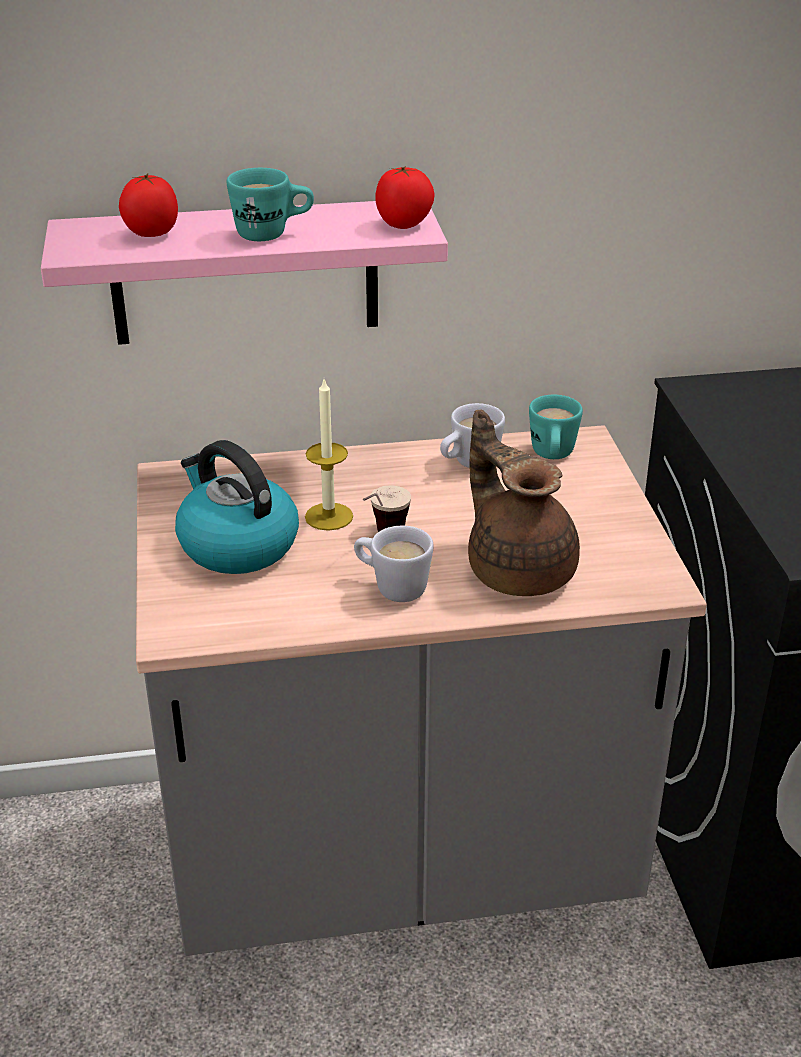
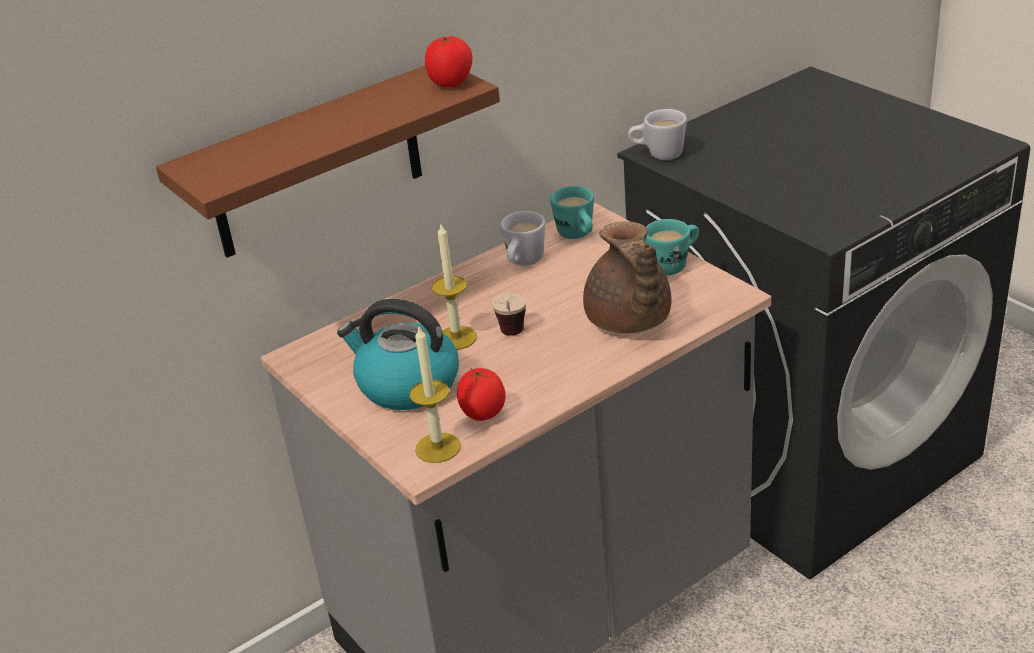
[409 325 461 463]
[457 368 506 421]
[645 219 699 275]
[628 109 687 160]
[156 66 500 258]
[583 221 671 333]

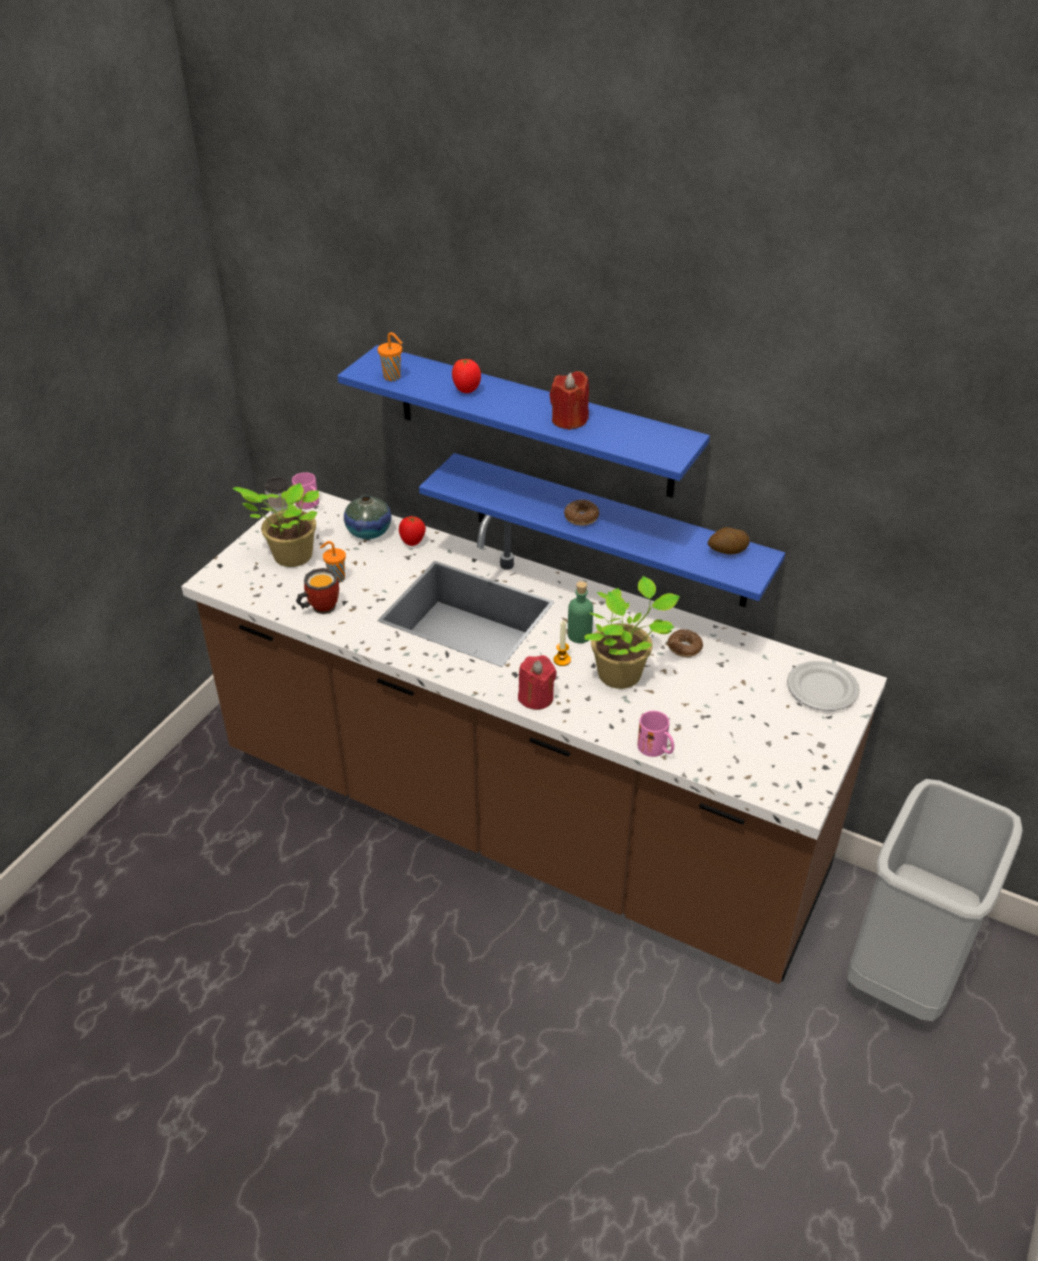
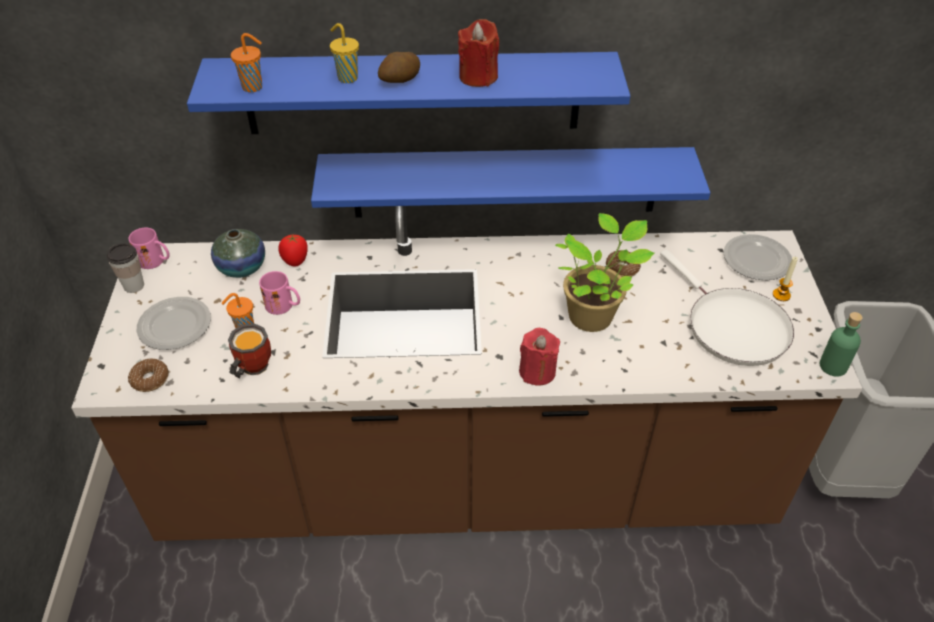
[660 250 794 366]
[773 257 798 301]
[128 358 168 392]
[820 312 863 377]
[259 271 300 315]
[378 52 420 83]
[136 297 211 350]
[330 23 359 83]

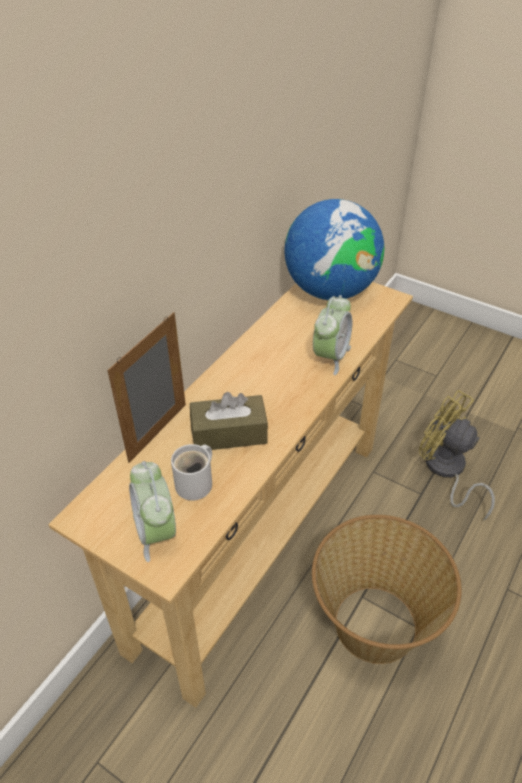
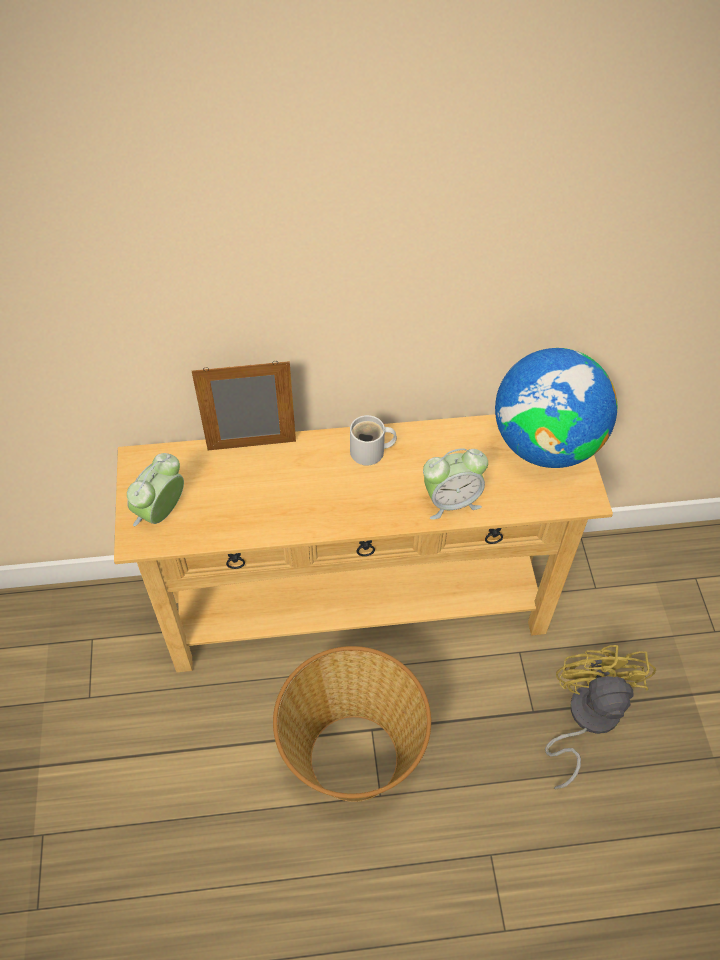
[190 392 268 450] (first image)
[350 415 397 466]

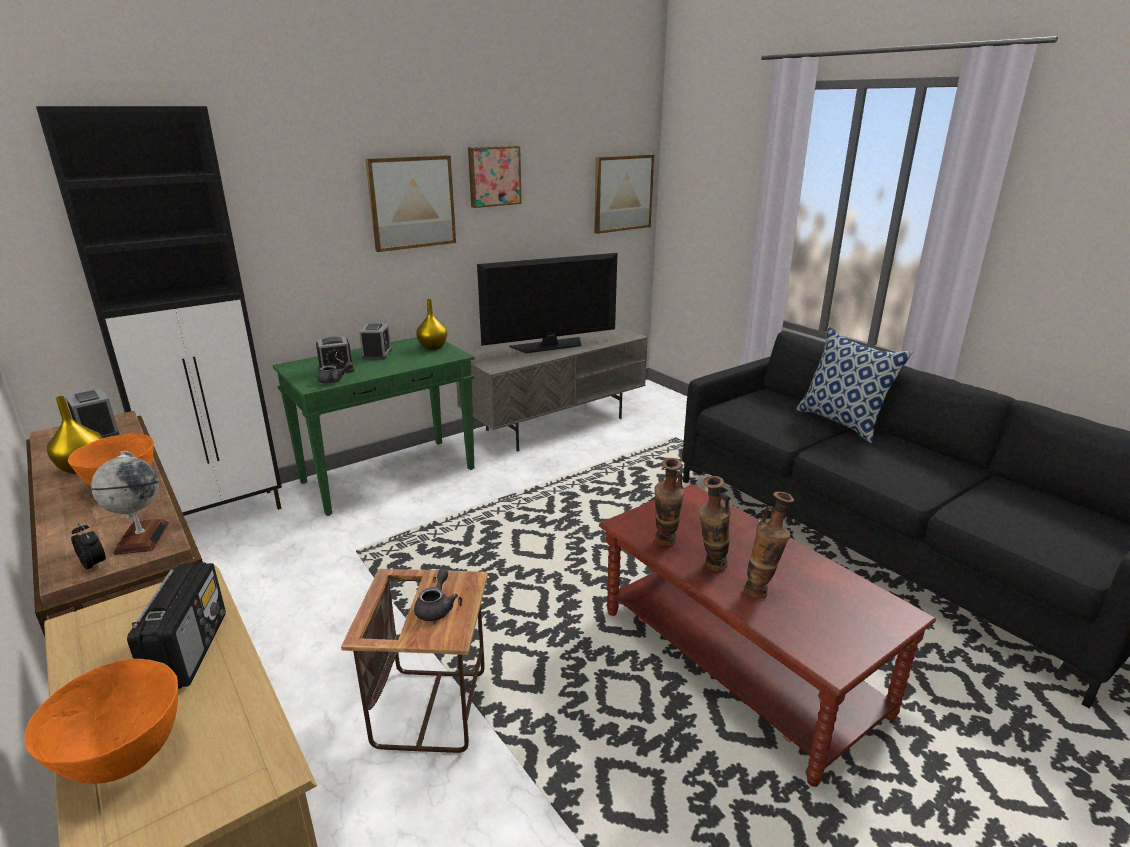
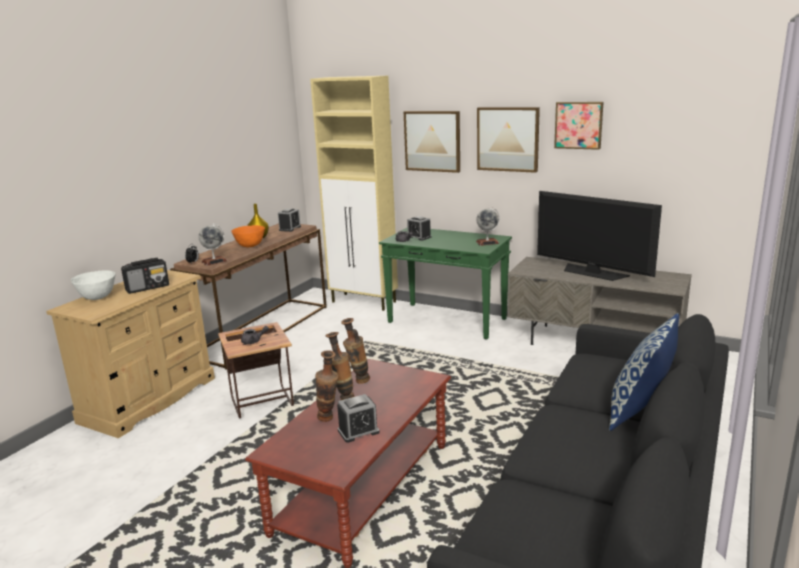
[337 394 380 443]
[404 111 460 173]
[476 207 500 246]
[71 270 115 300]
[310 76 398 311]

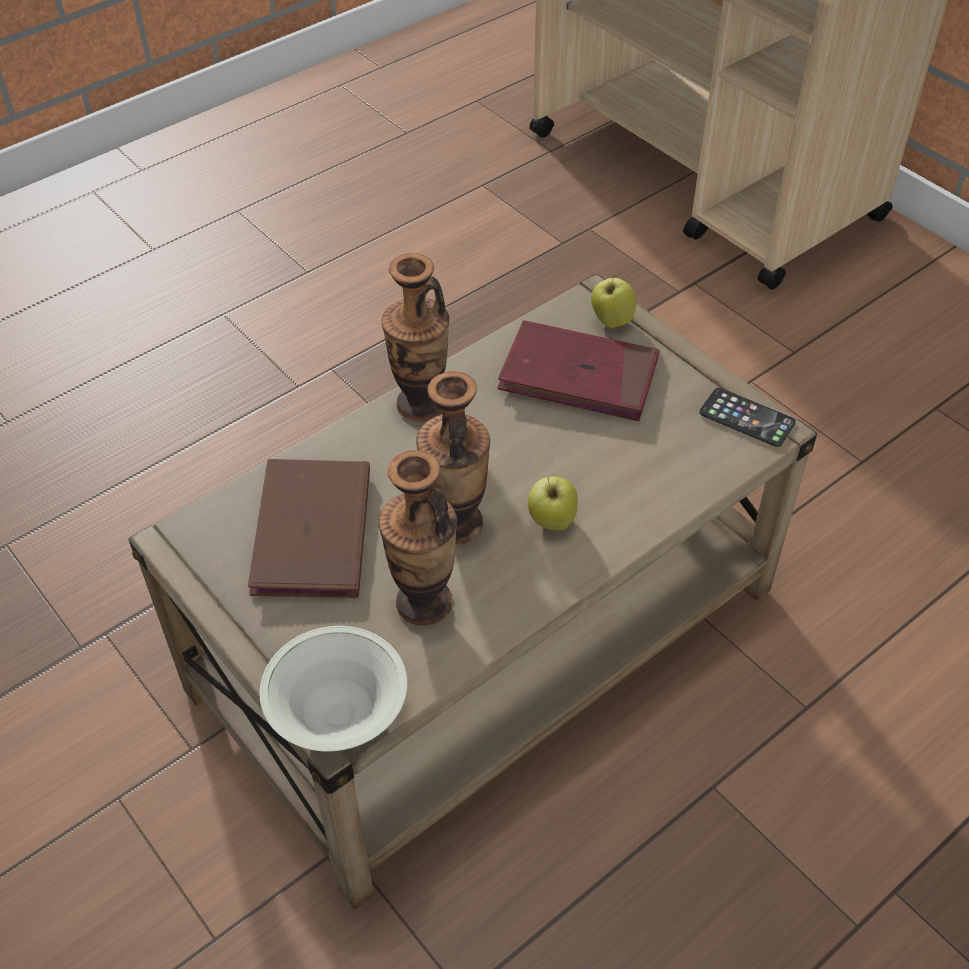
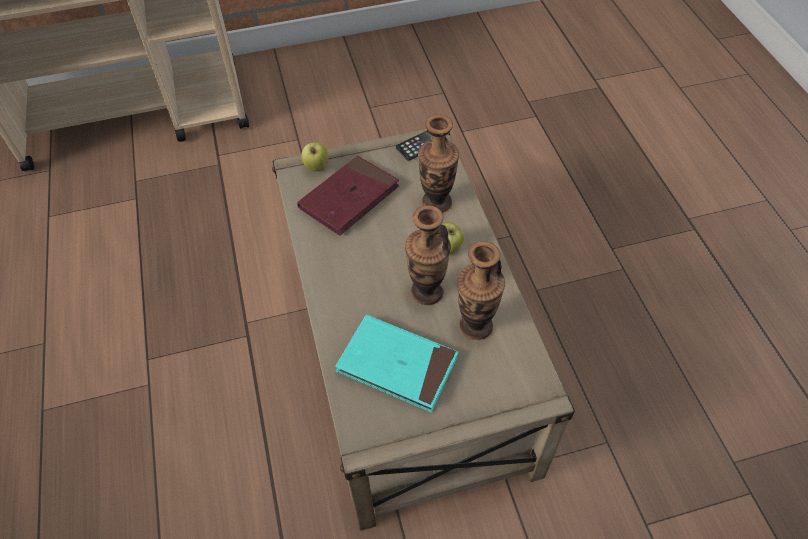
[259 626 407 751] (first image)
[418 115 459 213]
[335 315 459 412]

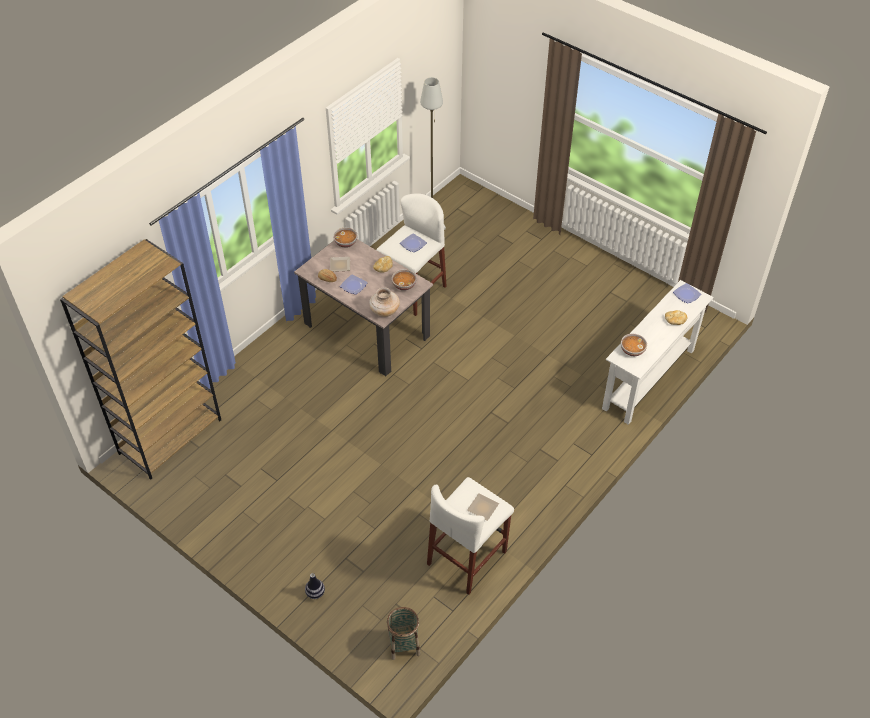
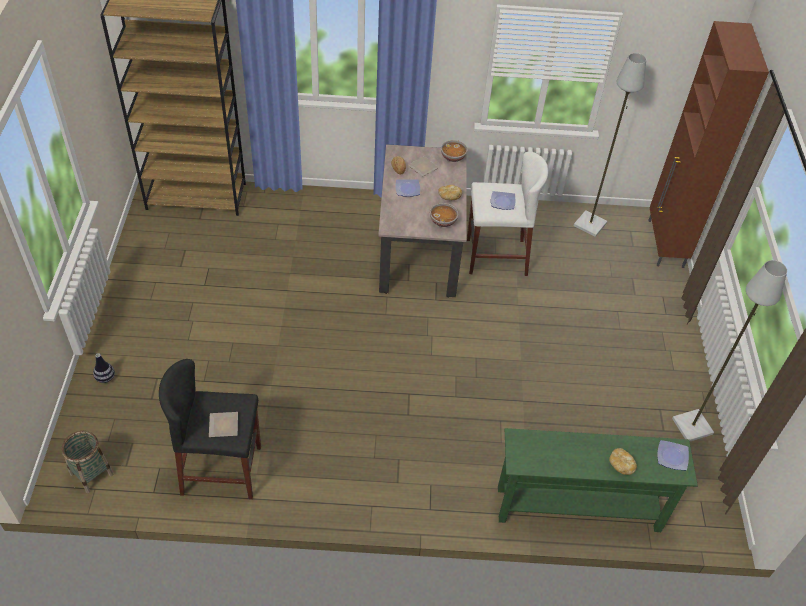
[369 287 400 317] (first image)
[621 334 647 356] (first image)
[648 21 769 268]
[672 260 787 441]
[159 359 261 499]
[498 428 698 532]

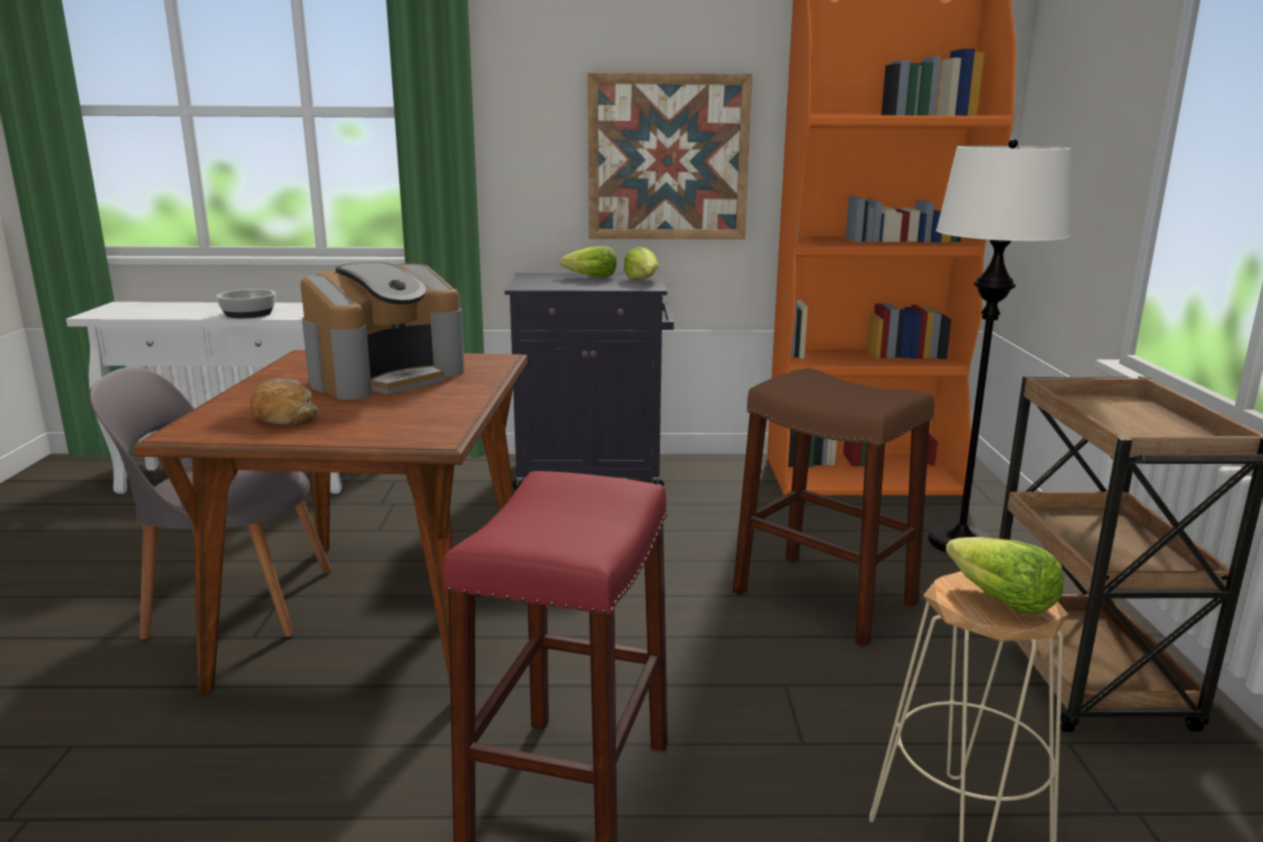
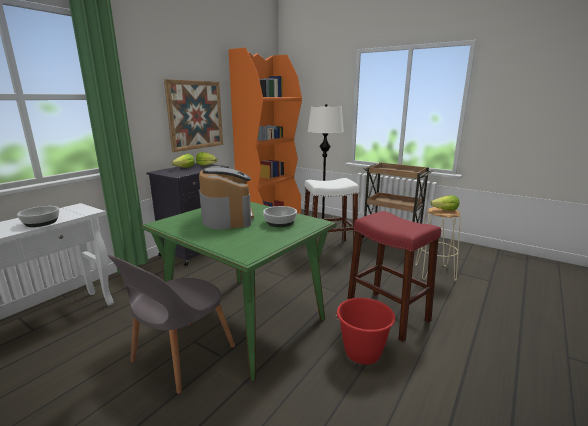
[250 378 319 426] (first image)
[263 206 297 227]
[335 298 395 365]
[141 202 336 381]
[303 178 359 245]

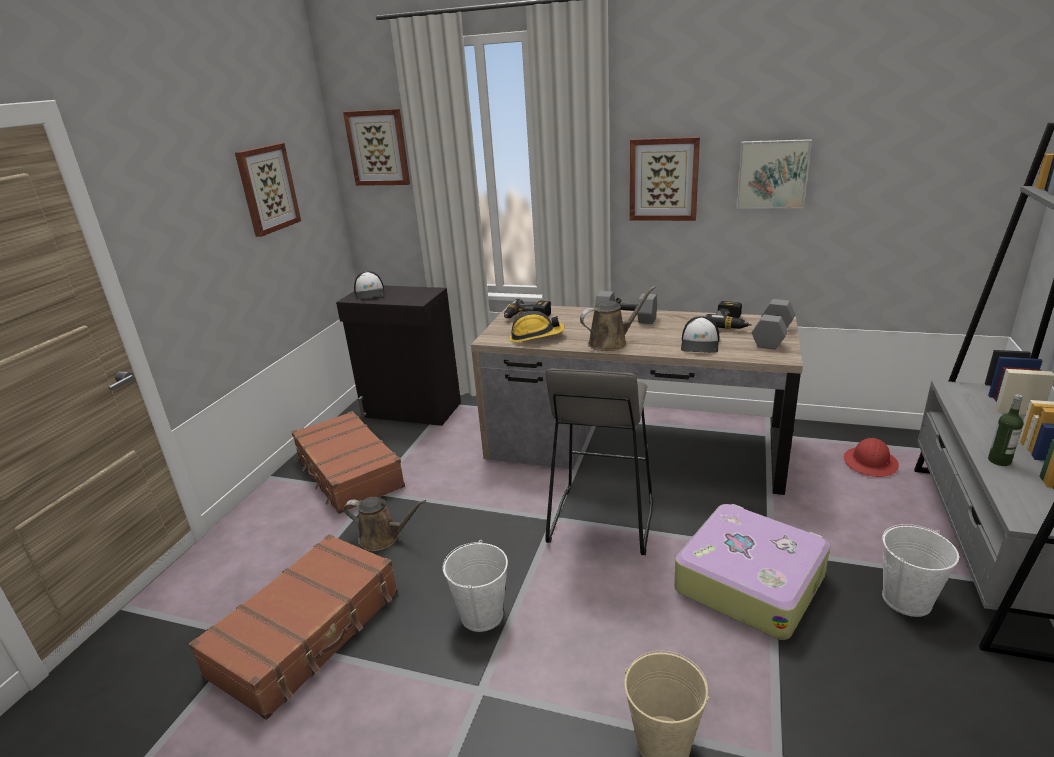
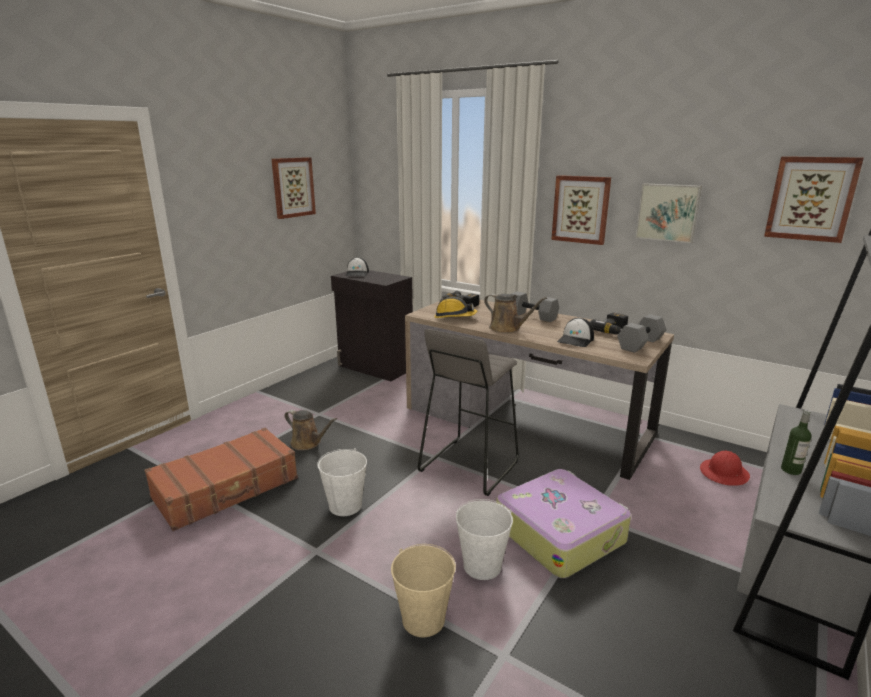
[292 411 405 514] (first image)
[764 156 864 243]
[456 499 513 580]
[484 294 547 333]

